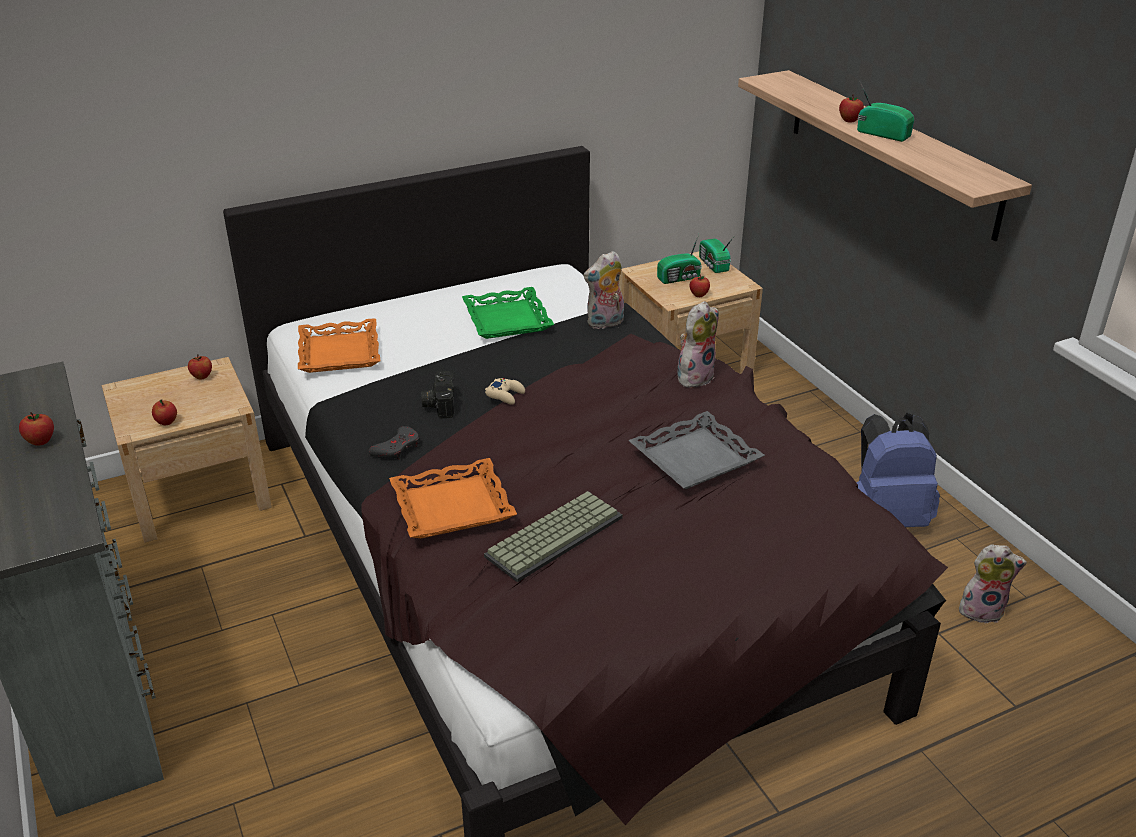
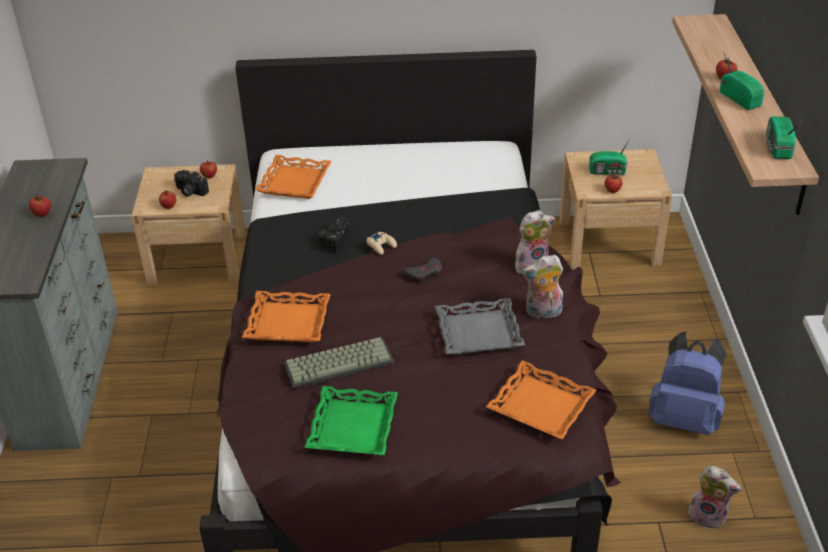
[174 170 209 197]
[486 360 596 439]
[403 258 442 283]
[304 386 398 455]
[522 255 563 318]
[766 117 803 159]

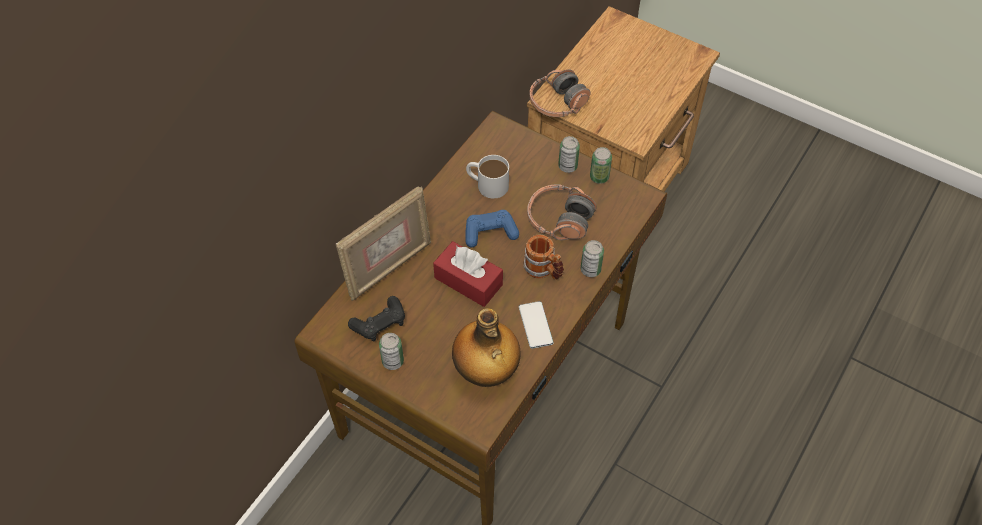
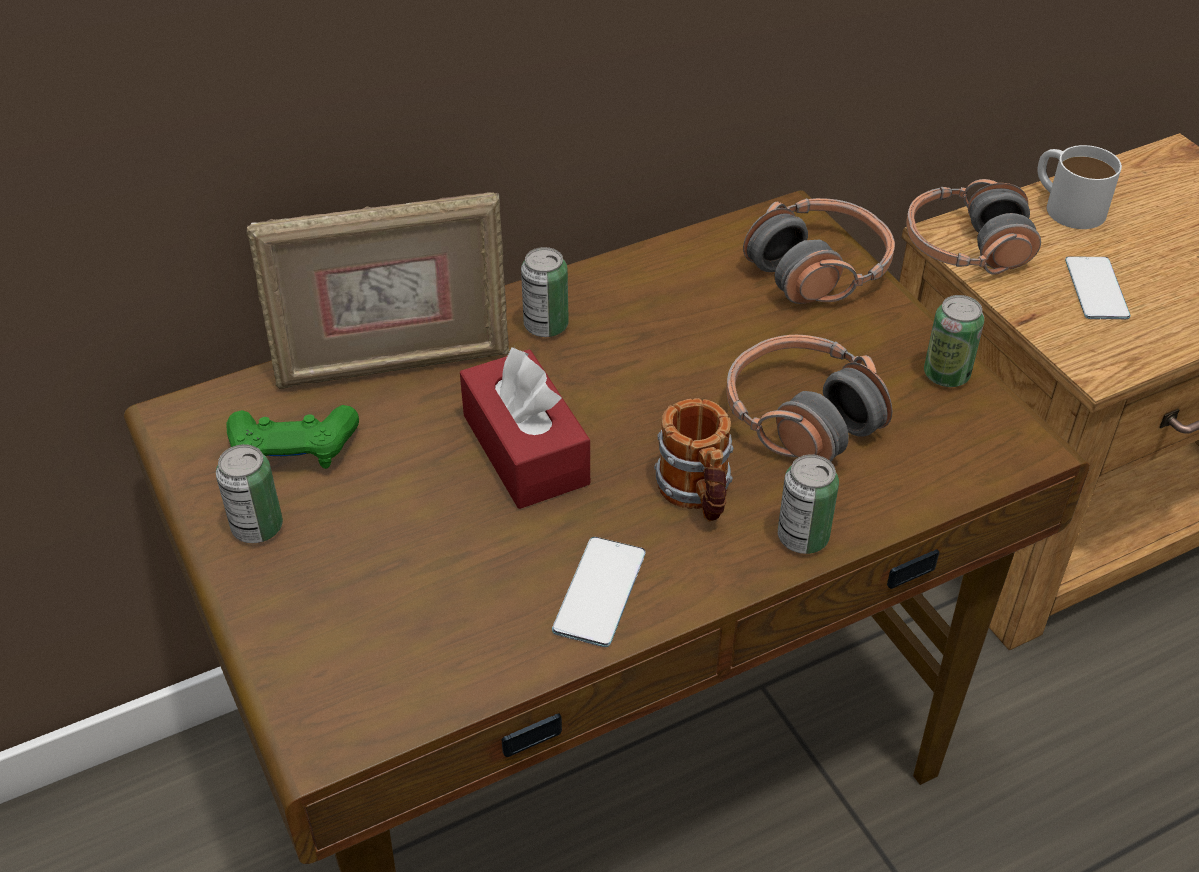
[452 308 521 387] (first image)
[465 210 519 248] (first image)
[743 198 895 304]
[1065 257 1131 319]
[1038 145 1122 229]
[521 247 569 337]
[226 405 359 469]

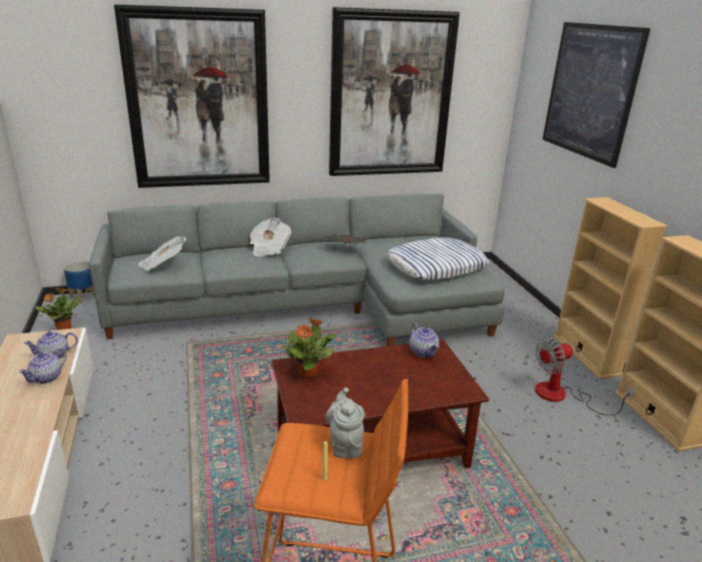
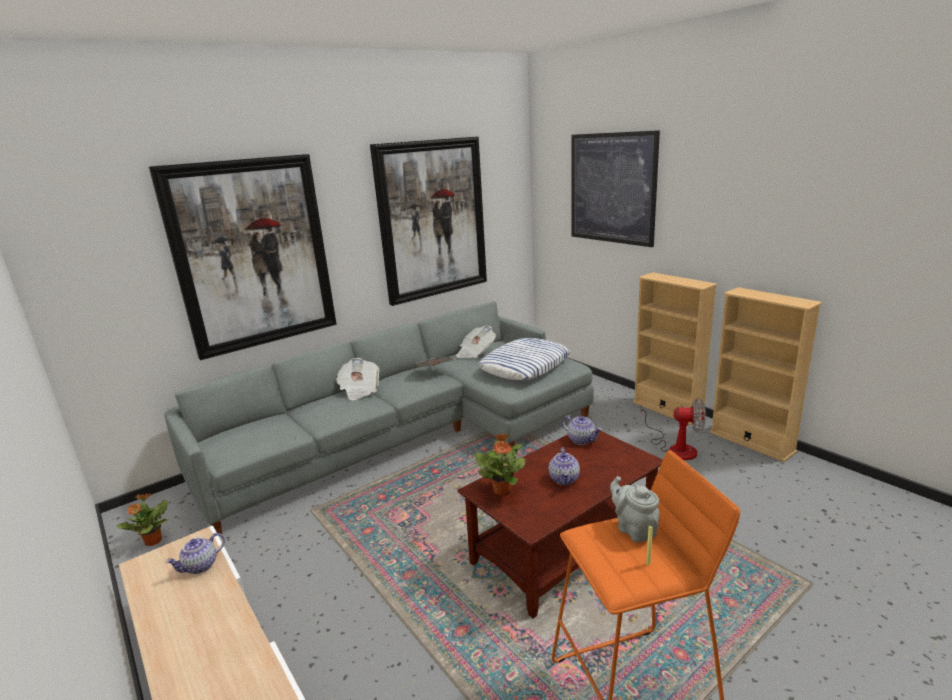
[64 261 95 303] (first image)
[549 448 580 485]
[456 326 496 358]
[641 398 706 460]

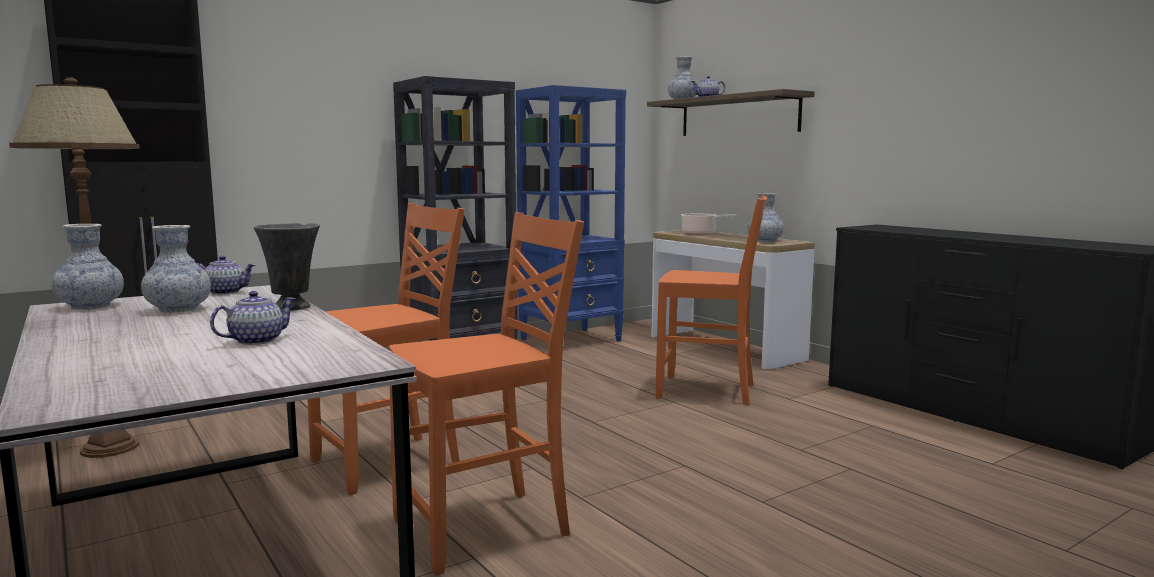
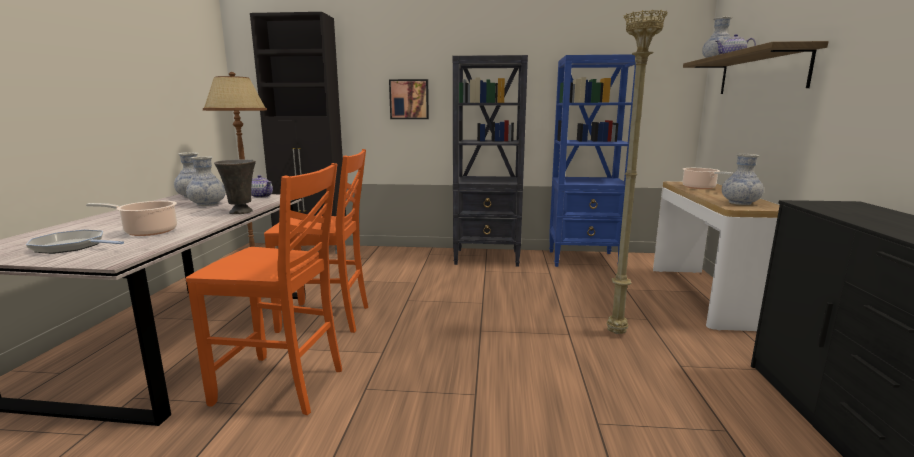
[26 230 124 254]
[389 79 429 119]
[86 201 177 236]
[607 10 668 334]

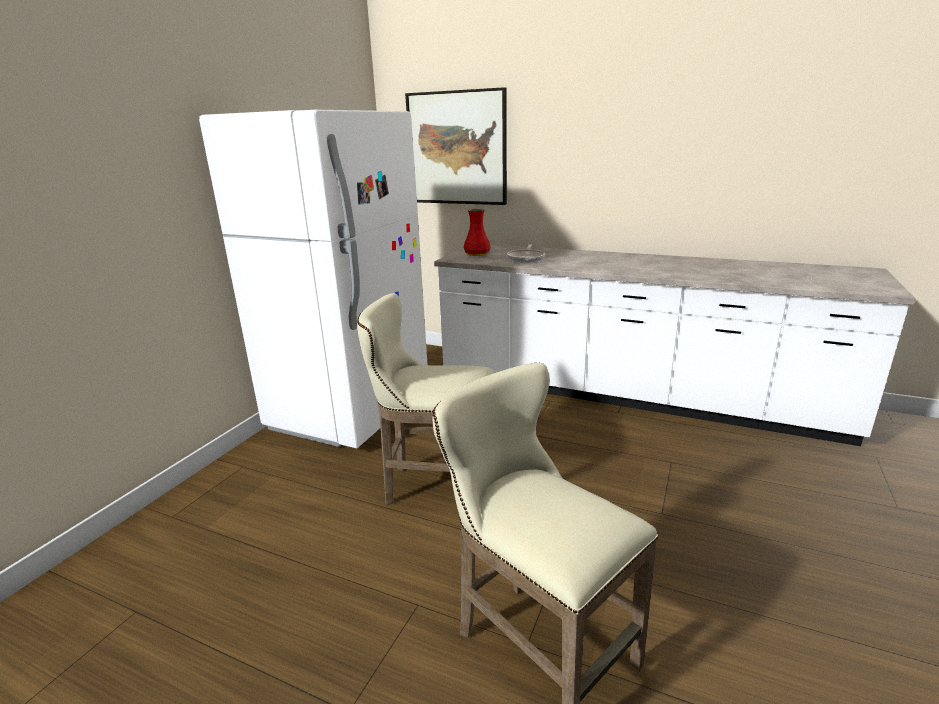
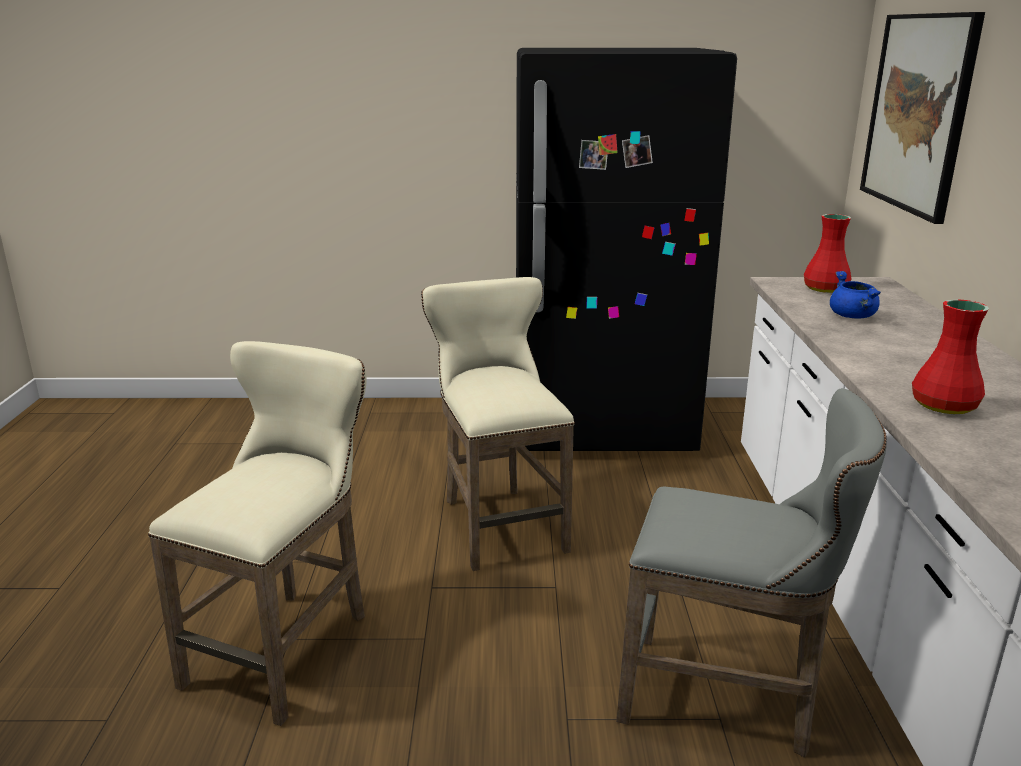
[616 388 887 757]
[912 299 989 414]
[830 271 881 319]
[516 48 737 451]

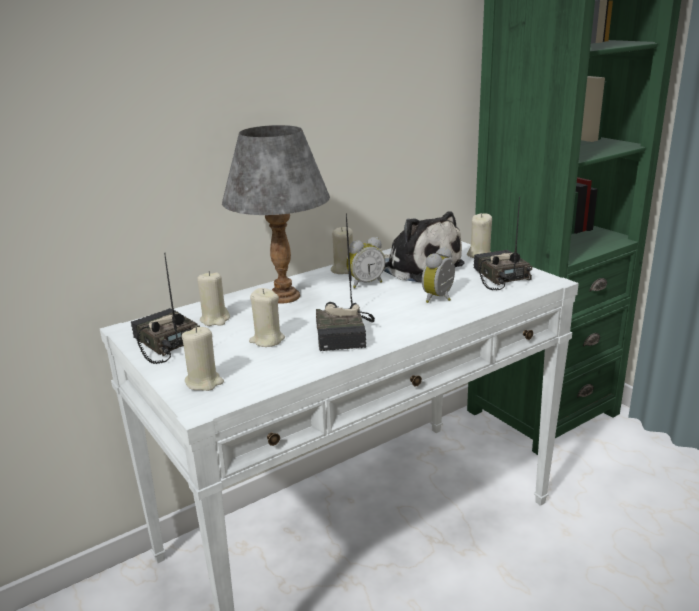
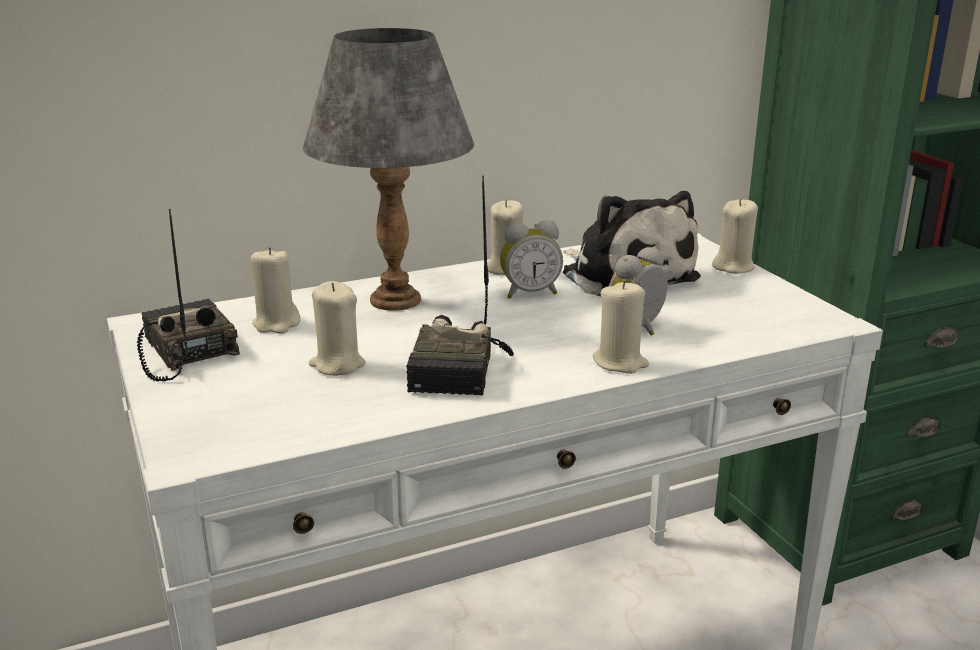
[474 197 533 290] (first image)
[593 281 649 374]

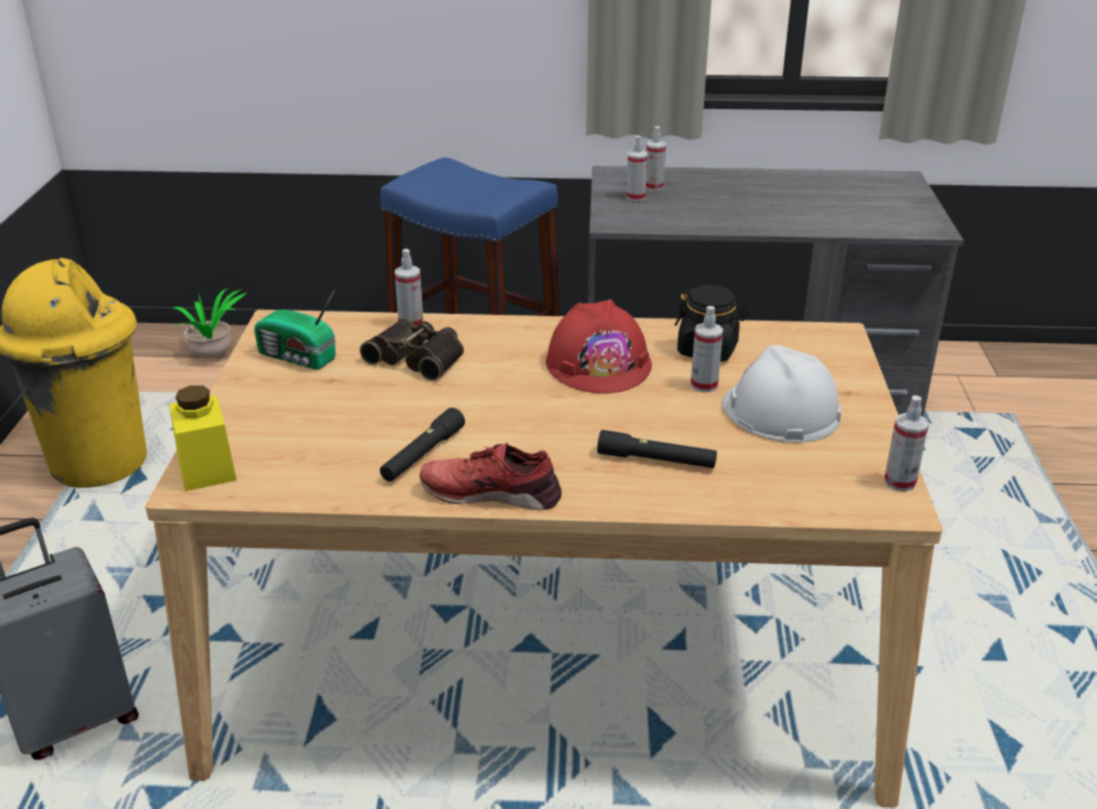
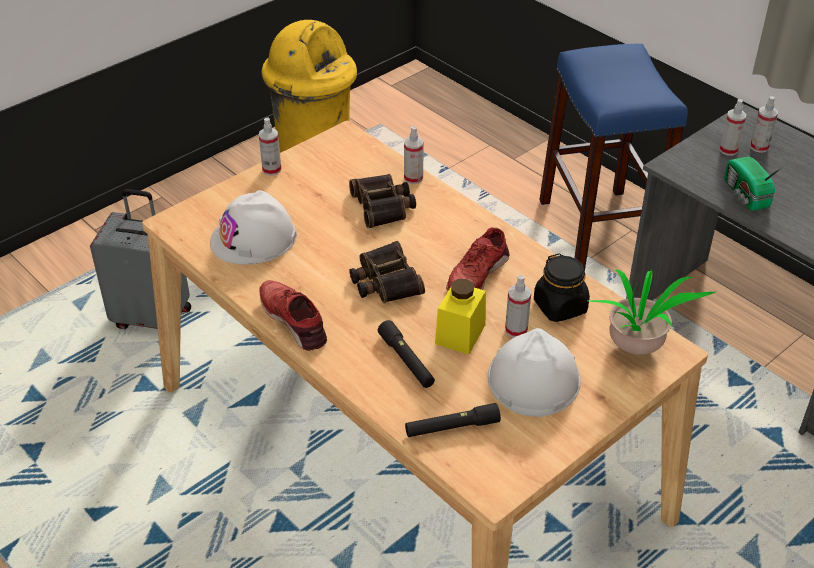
[210 190 297 265]
[349 241 425 303]
[589 269 715 355]
[435 279 486 355]
[724 156 786 211]
[405 403 501 437]
[259 117 281 176]
[446 227 509 291]

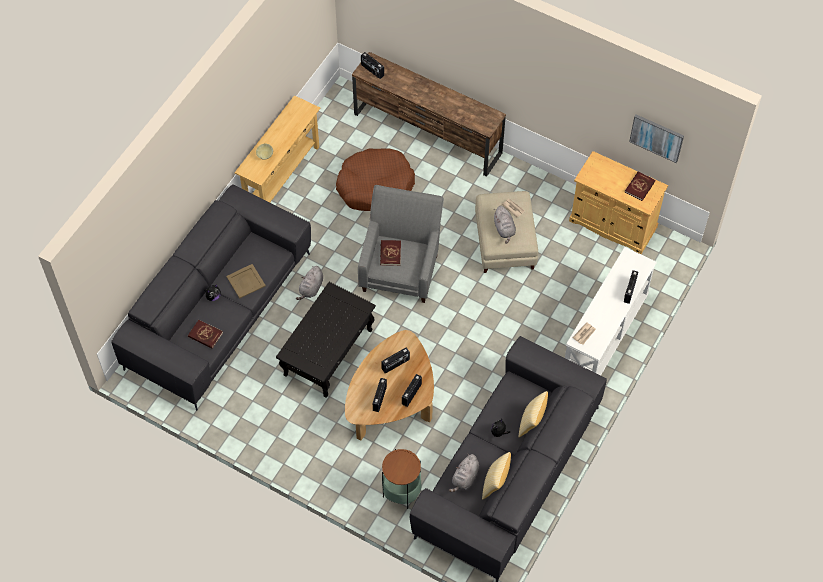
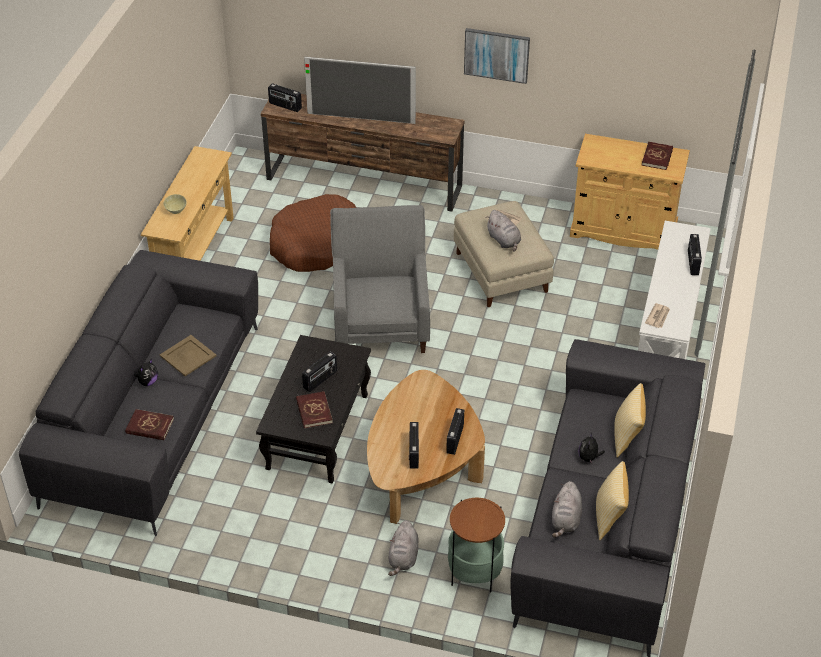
[304 57 416 124]
[388 520 419 576]
[296 391 333 428]
[302 352 337 392]
[464 28 530 84]

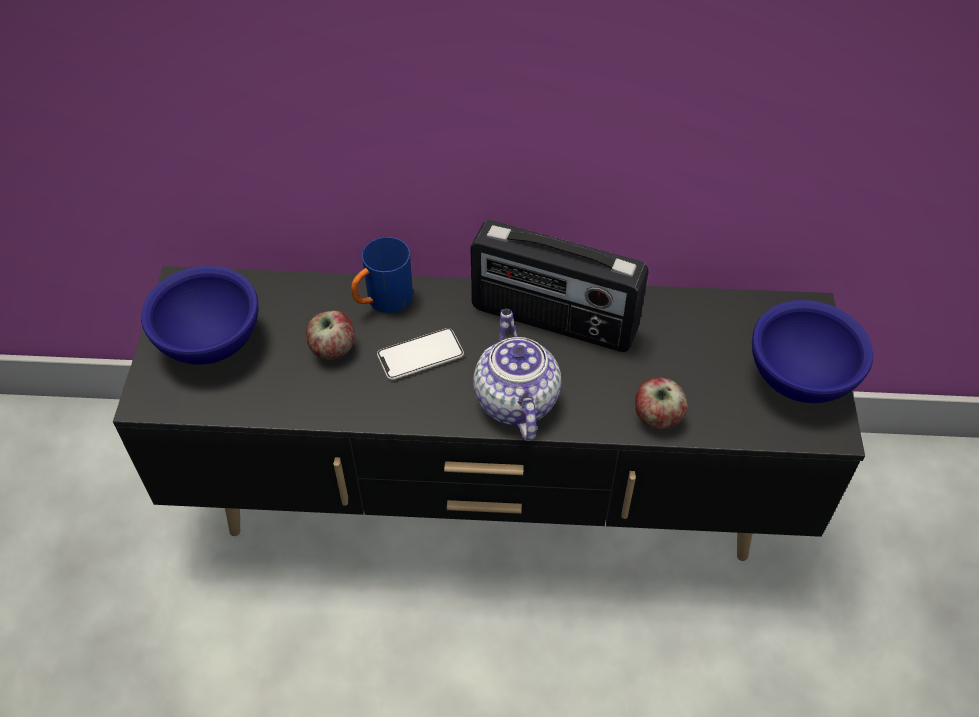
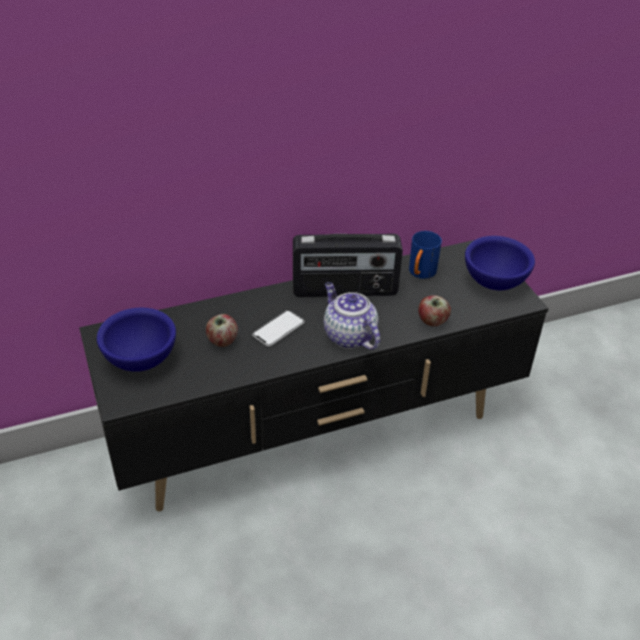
[409 231 442 279]

